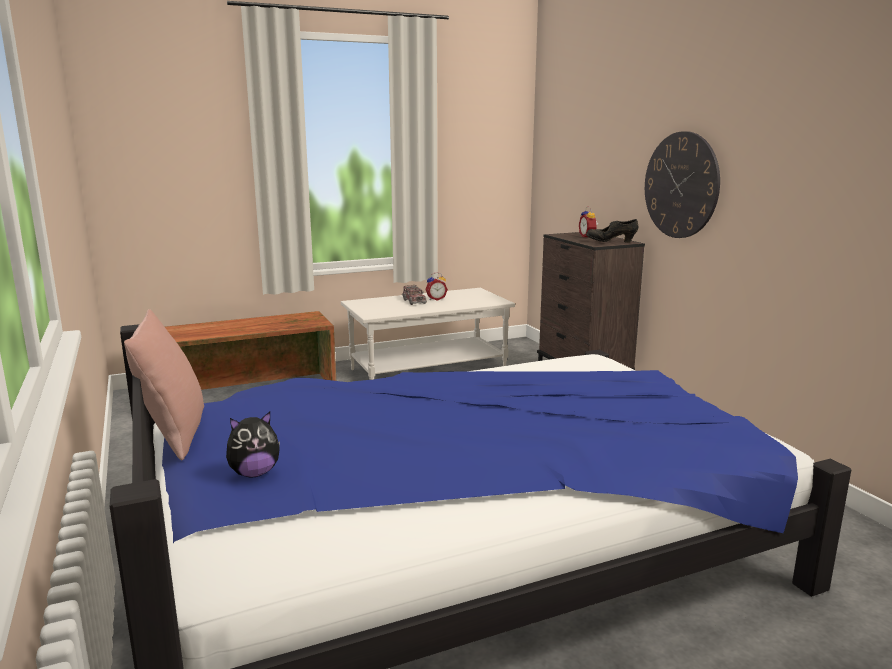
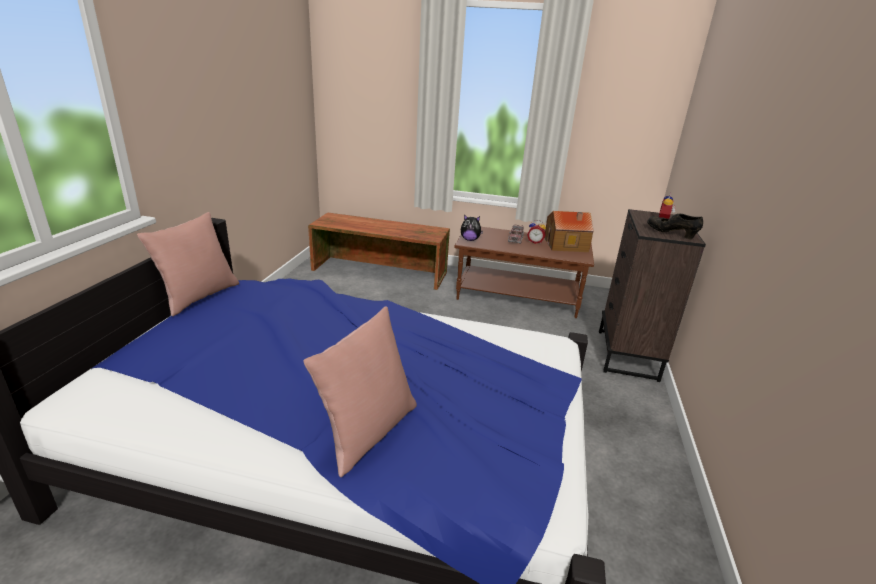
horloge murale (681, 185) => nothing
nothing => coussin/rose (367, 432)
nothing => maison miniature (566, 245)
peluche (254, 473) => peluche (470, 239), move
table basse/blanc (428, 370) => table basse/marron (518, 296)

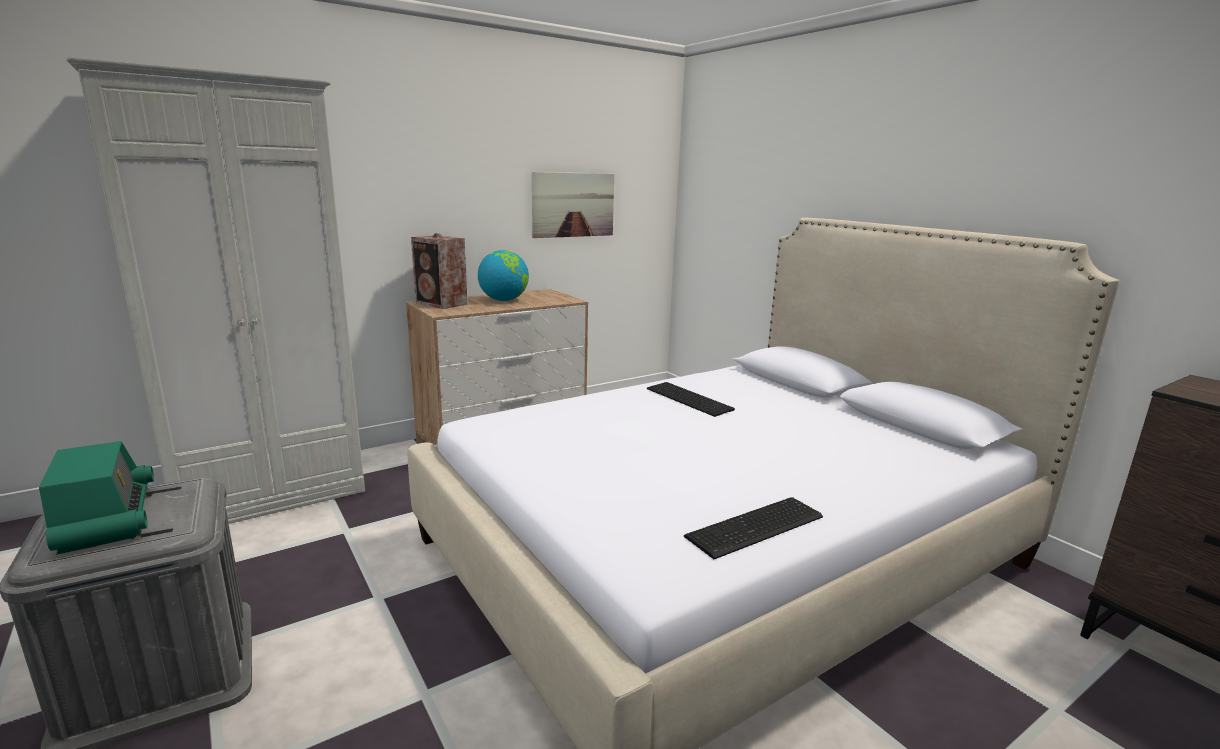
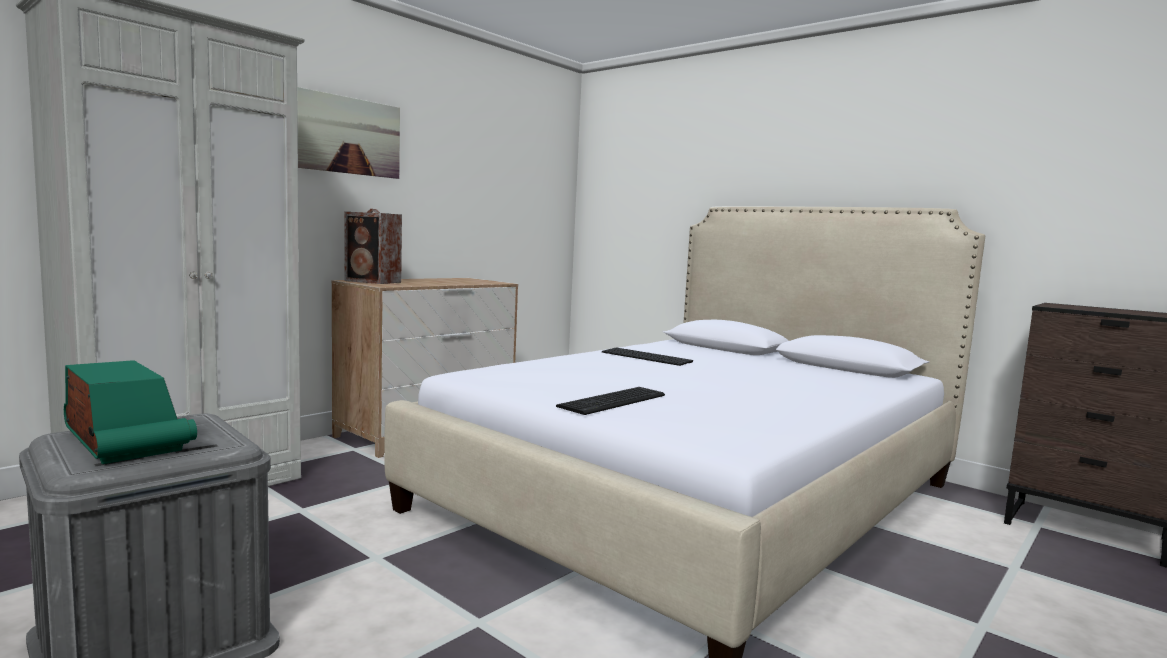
globe (504, 300) => nothing
tableau (573, 205) => tableau (350, 136), move
clavier (758, 527) => clavier (615, 401), move

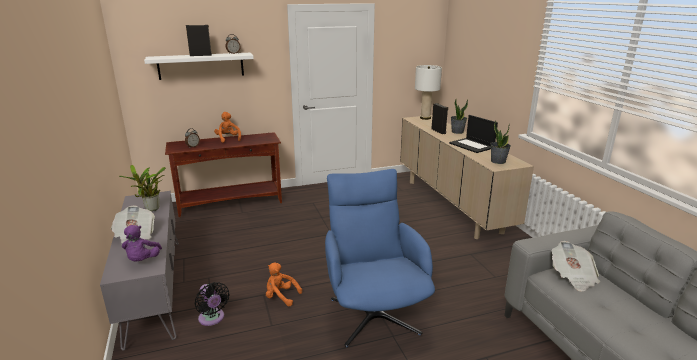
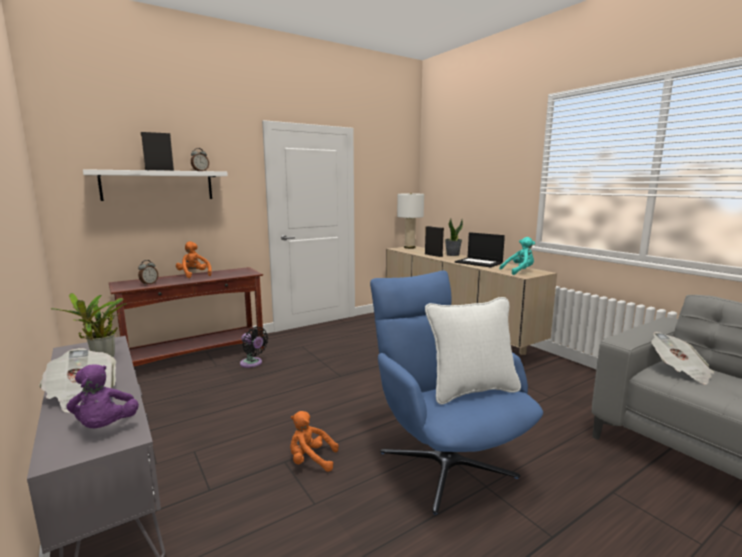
nothing => coussin/blanc (471, 390)
ventilateur/noir (212, 319) => ventilateur/noir (252, 363), move
plante en pot (498, 161) => peluche/turquoise (519, 271)

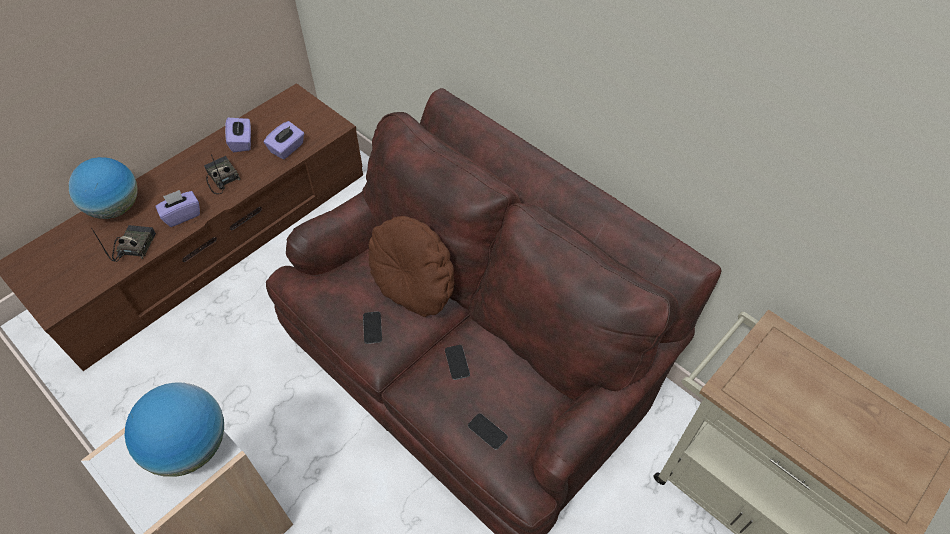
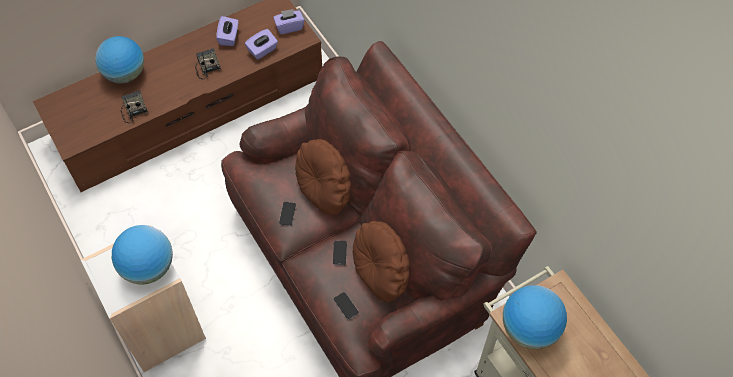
nothing => coussin/marron (380, 276)
nothing => globe (529, 329)
boîte à mouchoirs/violet (182, 215) => boîte à mouchoirs/violet (289, 27), move
radio (134, 246) => radio (133, 109), 45 degrees counterclockwise

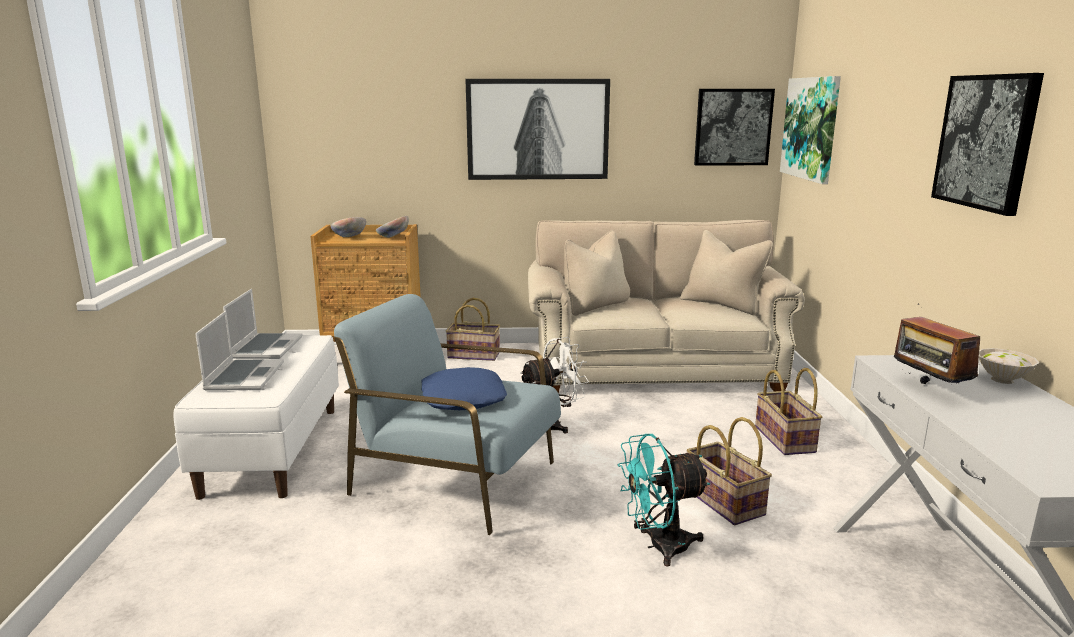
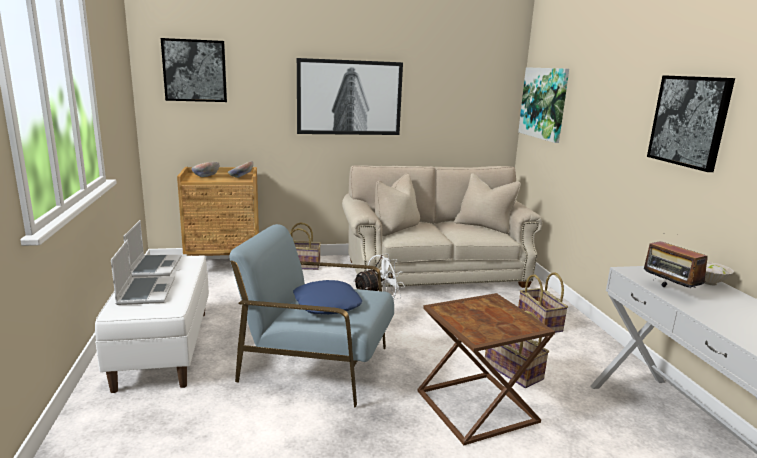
tableau (733, 127) => tableau (195, 70), move
ventilateur/turquoise (659, 546) => table d'appoint/marron (478, 407)

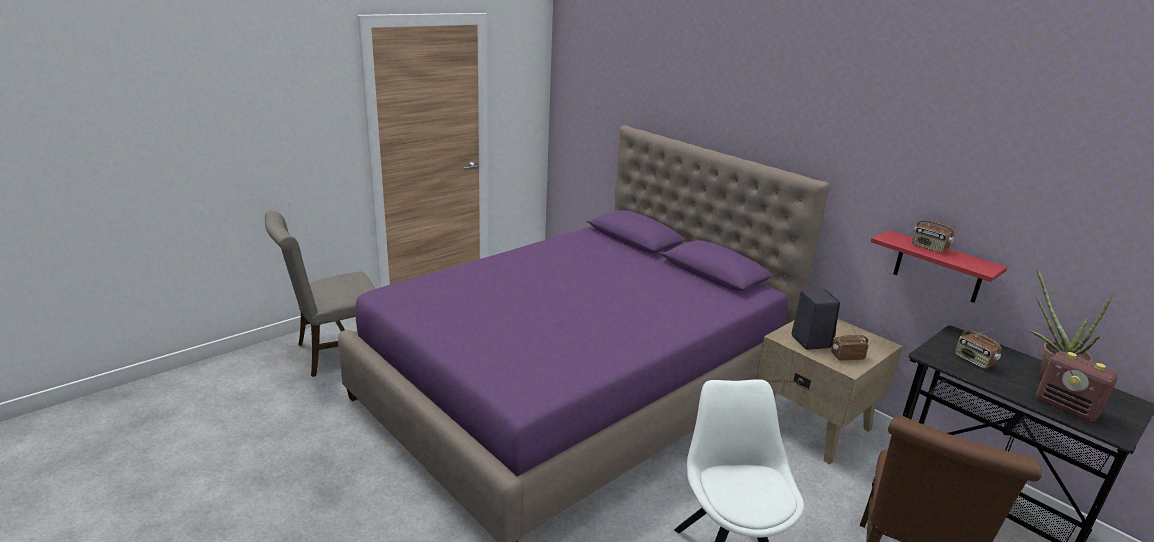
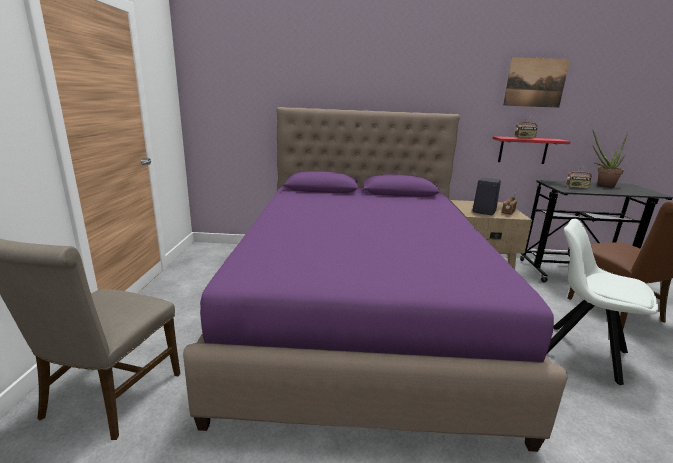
radio (1067, 408) => nothing
nothing => tableau (535, 82)

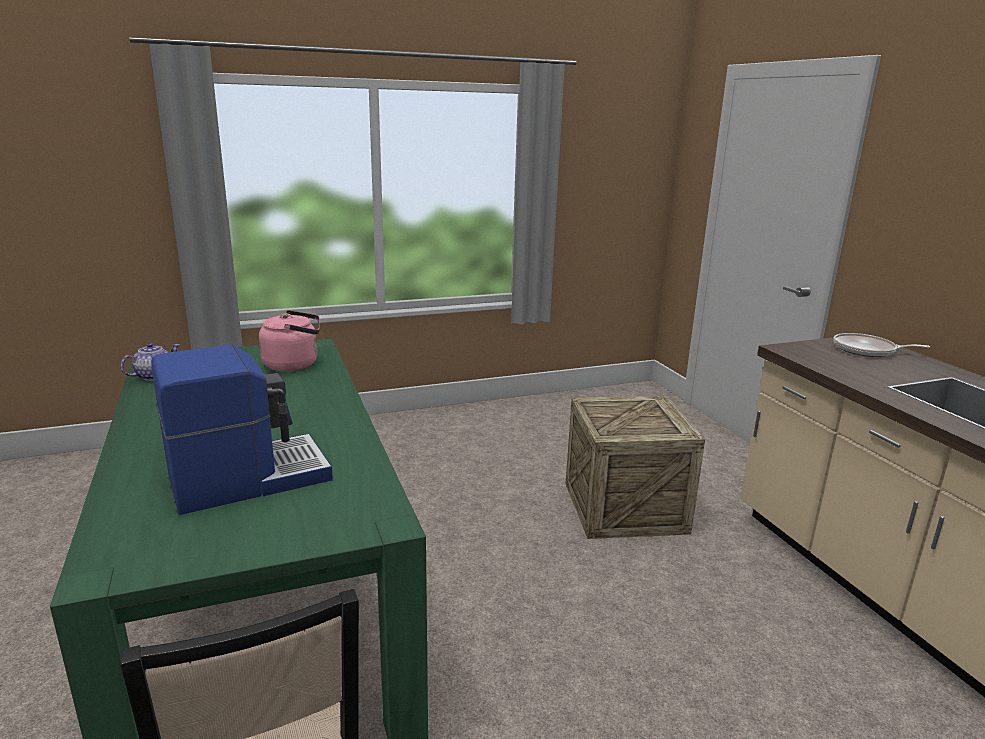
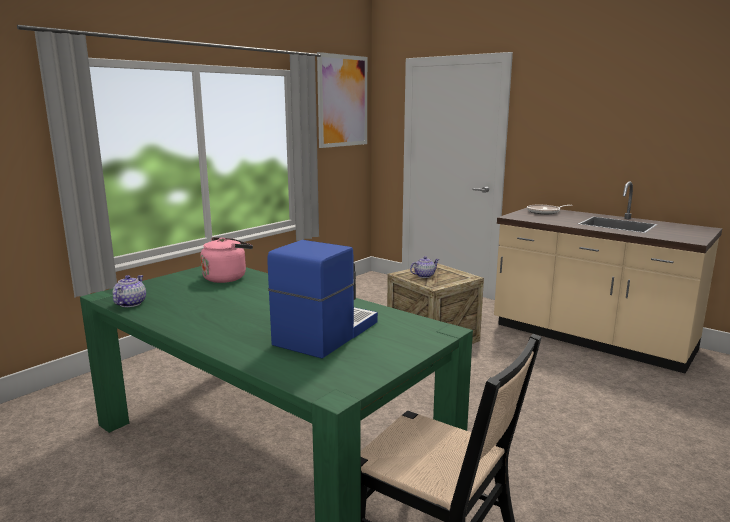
nothing => tableau (342, 101)
nothing => théière (424, 275)

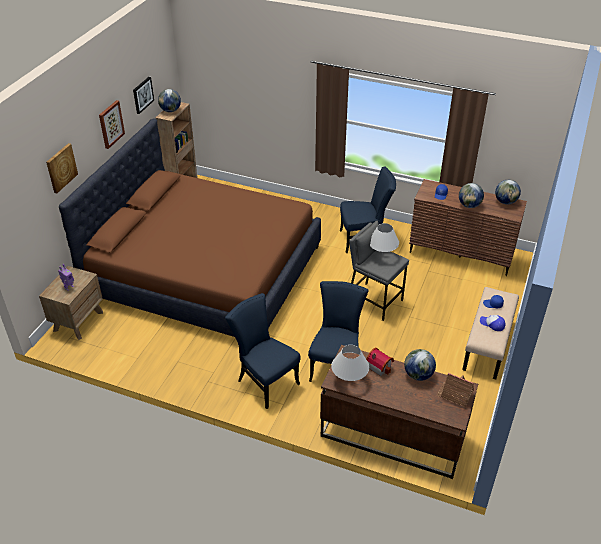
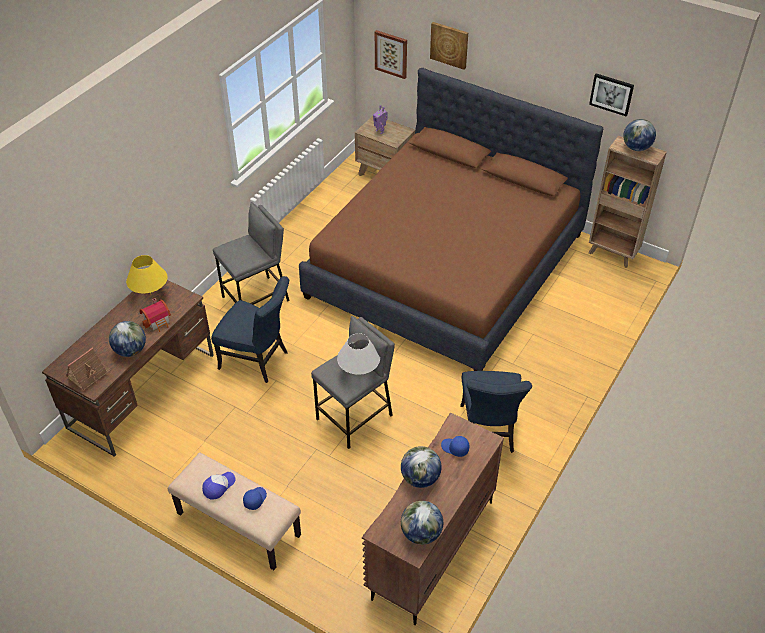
tableau (111, 124) => tableau (391, 54), move
chaise/bleu (265, 381) => tabouret/gris (256, 299)
lampe de table/blanc (349, 380) => lampe de table/jaune (150, 294)

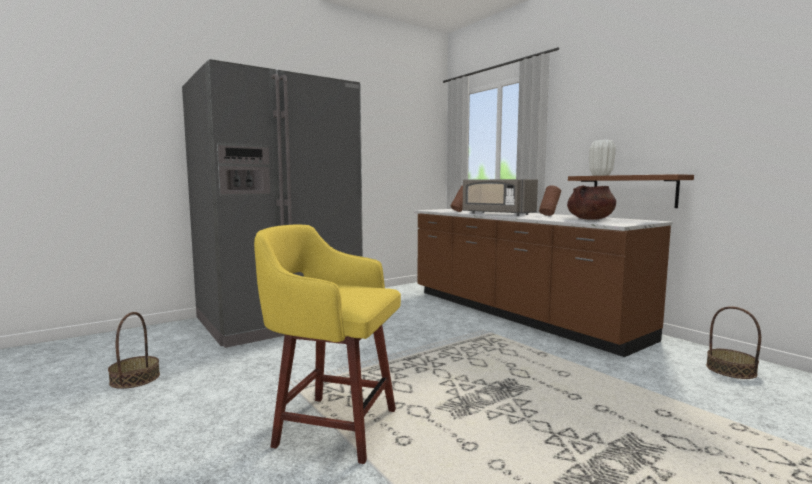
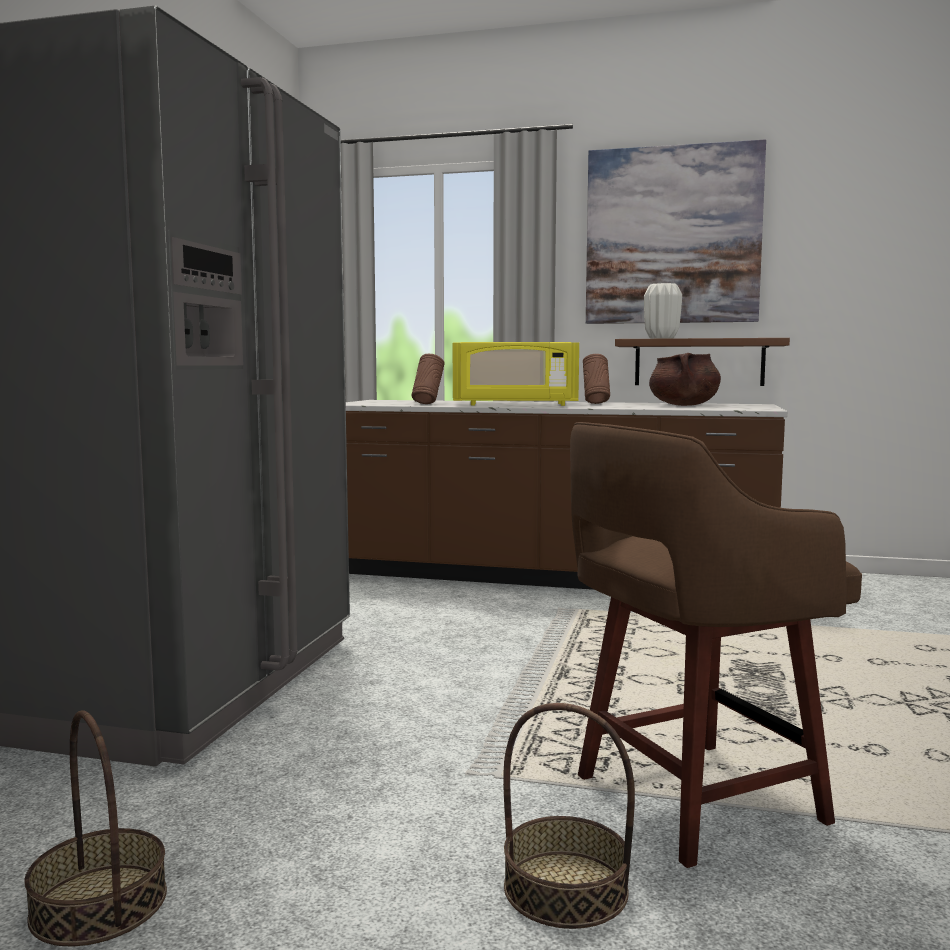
nothing => tableau (672, 235)
panier (731, 370) => panier (566, 888), move
tabouret/jaune (333, 427) => tabouret/marron (691, 801)
micro-ondes/gris (497, 214) => micro-ondes/jaune (515, 404)

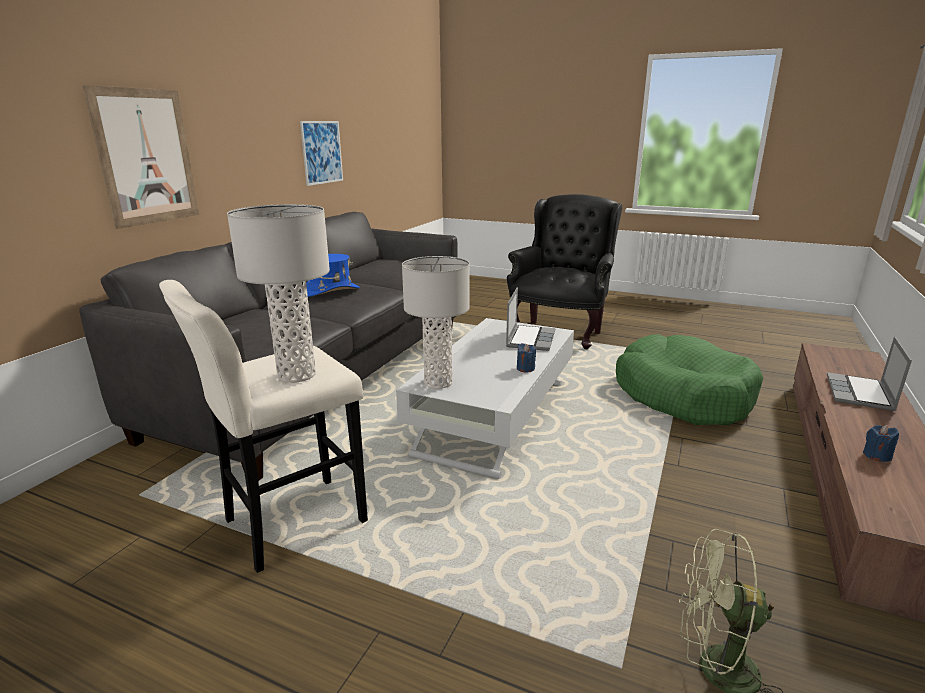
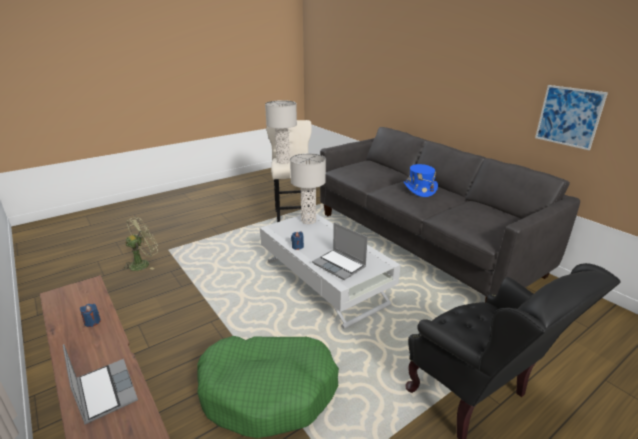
tableau (146, 157) => nothing

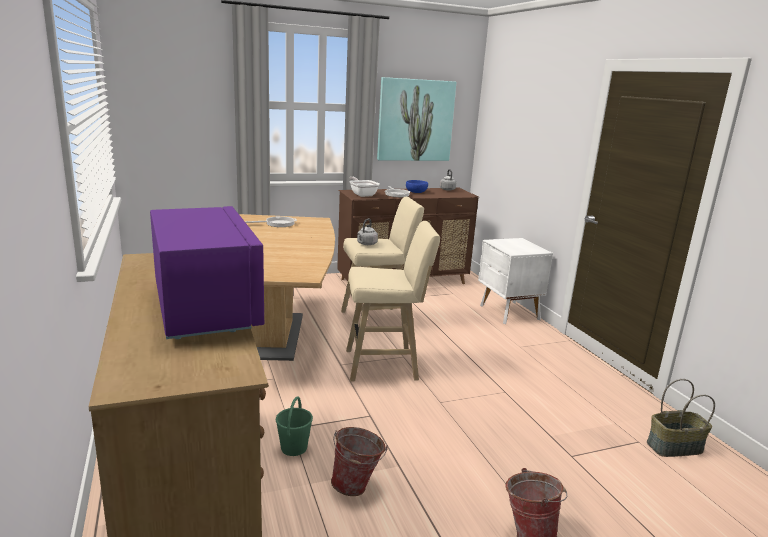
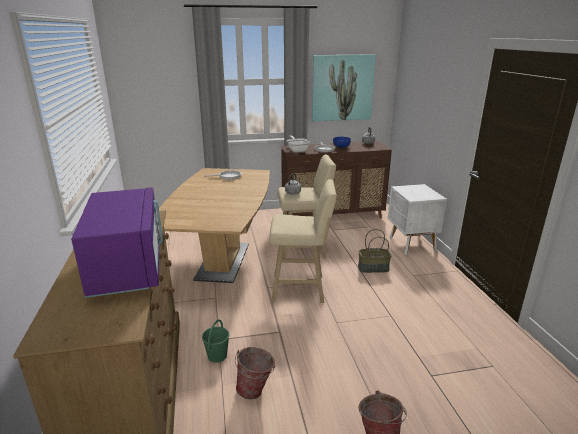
panier (674, 448) => panier (373, 268), move

